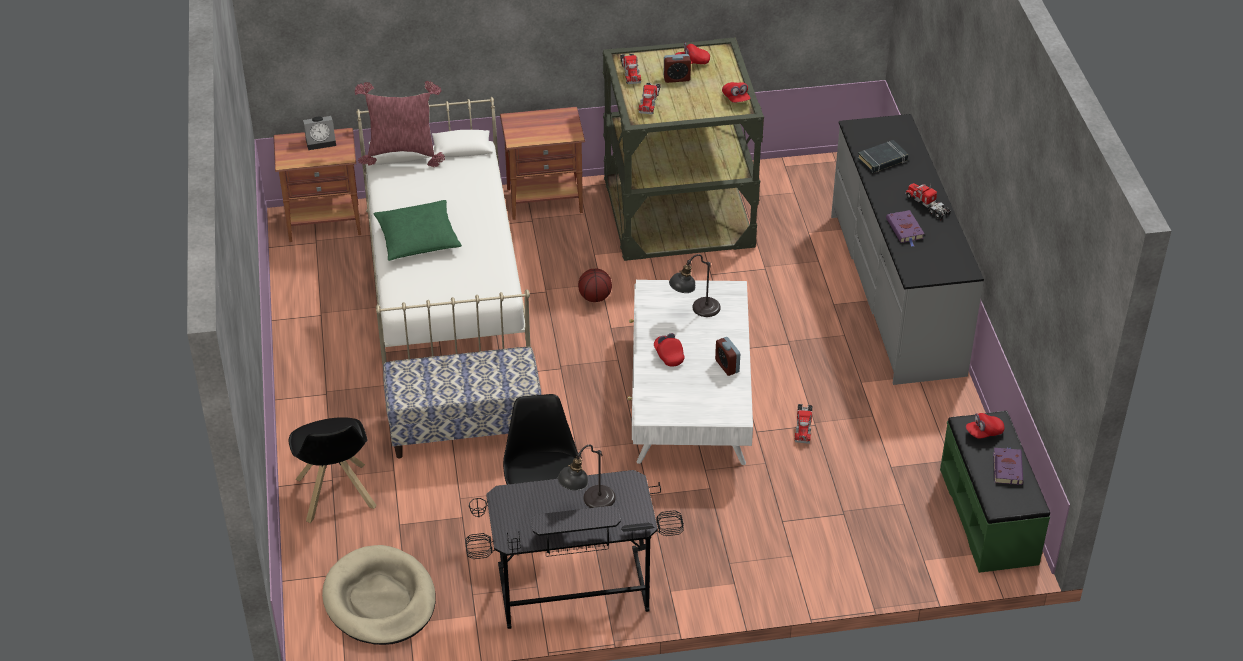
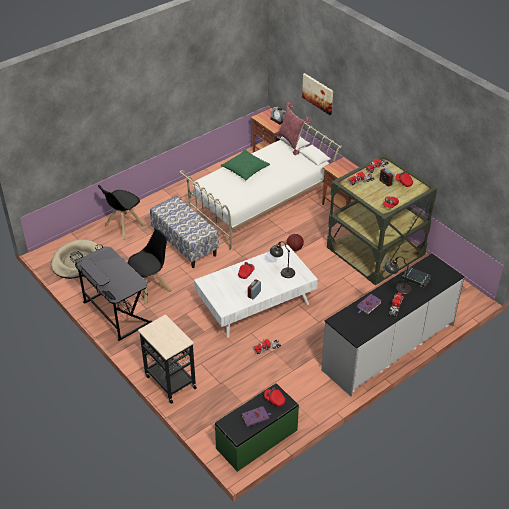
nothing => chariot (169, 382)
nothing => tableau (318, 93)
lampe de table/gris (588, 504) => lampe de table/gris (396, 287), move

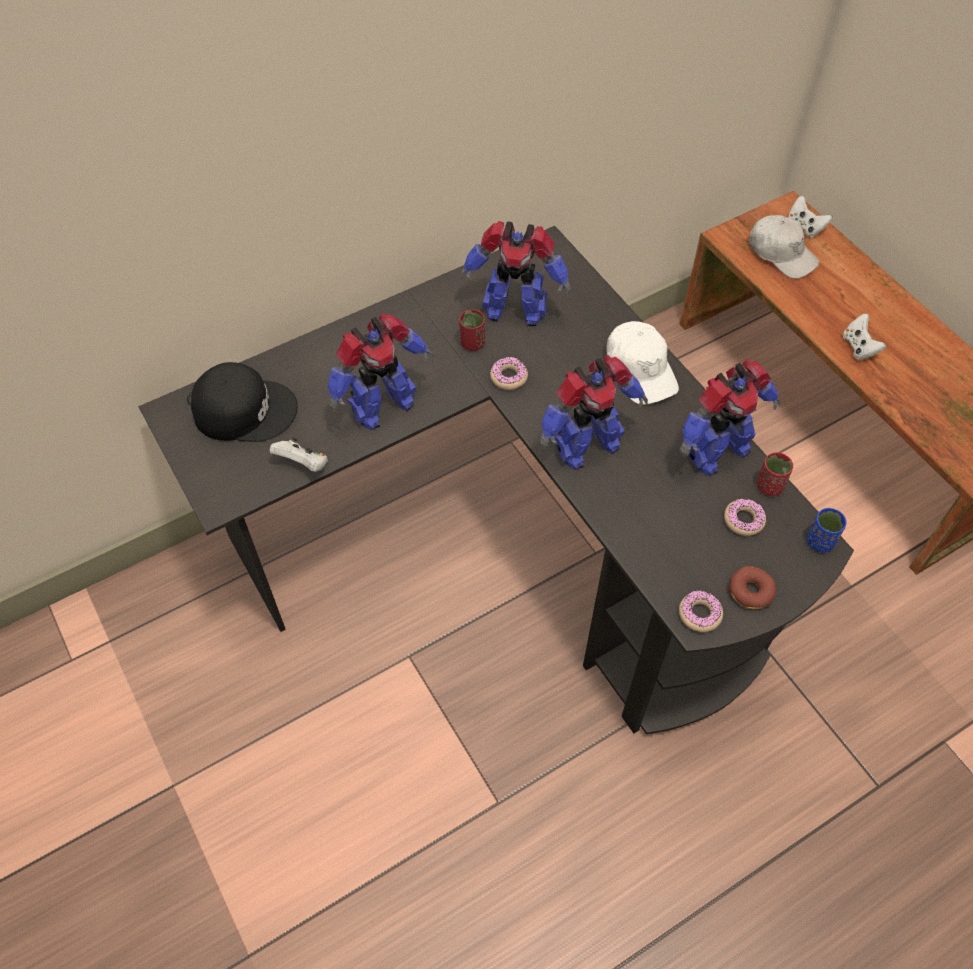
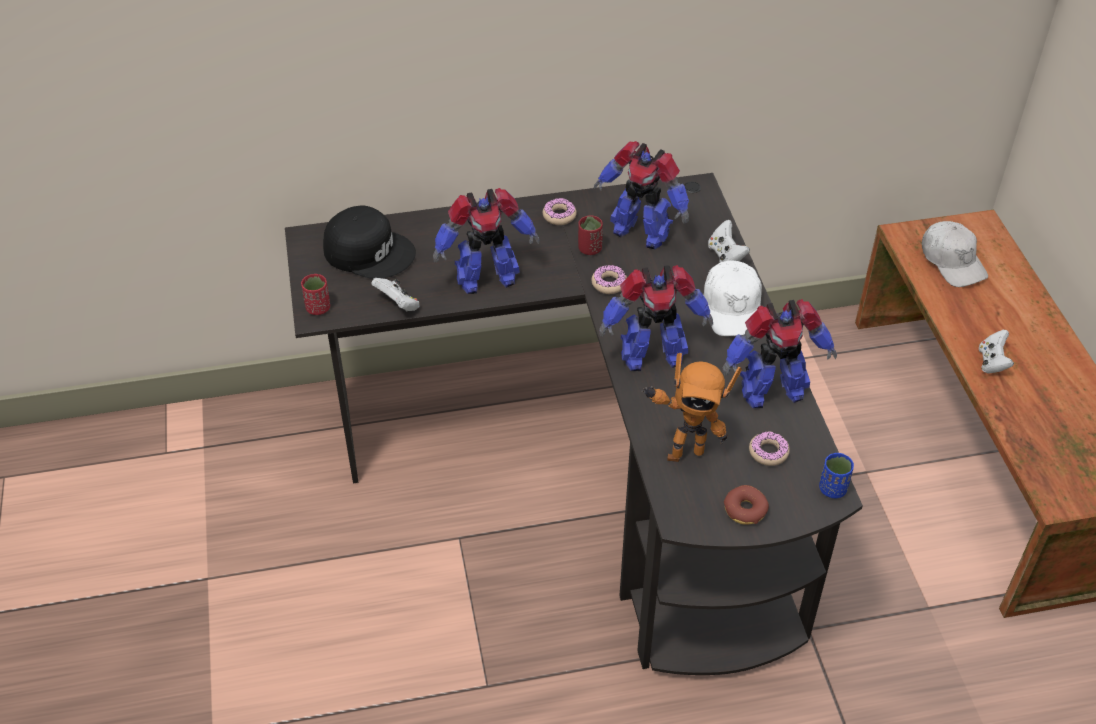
nothing => robot jouet (683, 451)
beignet (699, 614) => beignet (559, 216), move
tasse/rouge (769, 486) => tasse/rouge (318, 308), move
manette/blanc (804, 227) => manette/blanc (726, 255), move

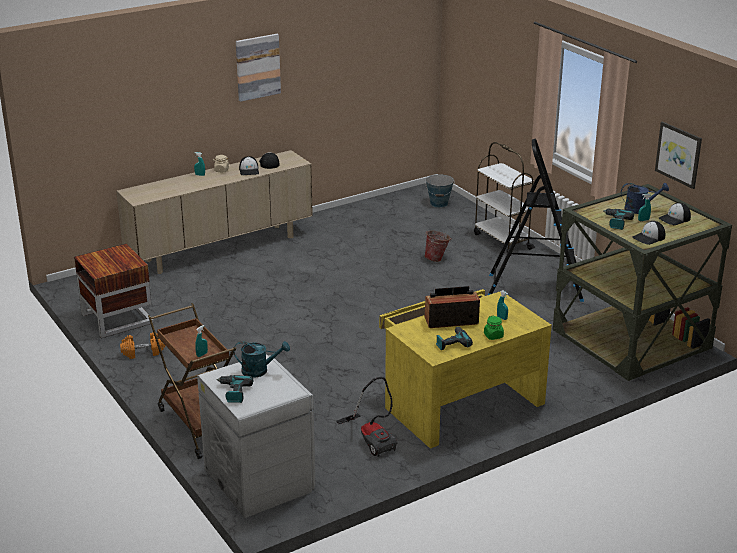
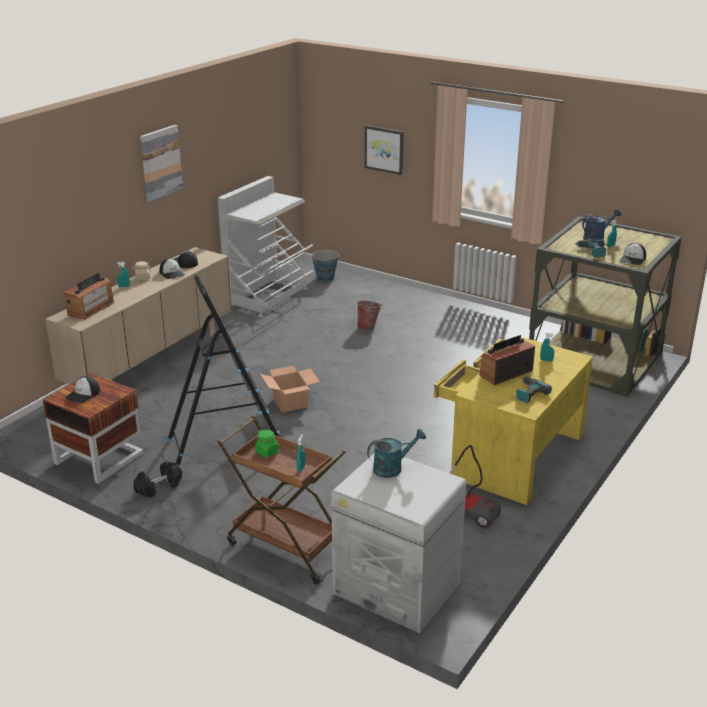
perceuse (233, 392) => nothing
chariot/blanc (502, 241) => nothing
nothing => radio (91, 308)
nothing => étagère à chaussures/blanc (270, 298)
nothing => carton (289, 402)
bocal/vert (493, 336) => bocal/vert (267, 452), move
escabeau/noir (536, 288) => escabeau/noir (226, 444), move
tableau (679, 154) => tableau (384, 149), move
casquette (675, 219) => casquette (83, 394), move
haltère/orange (143, 352) => haltère/noir (158, 487)

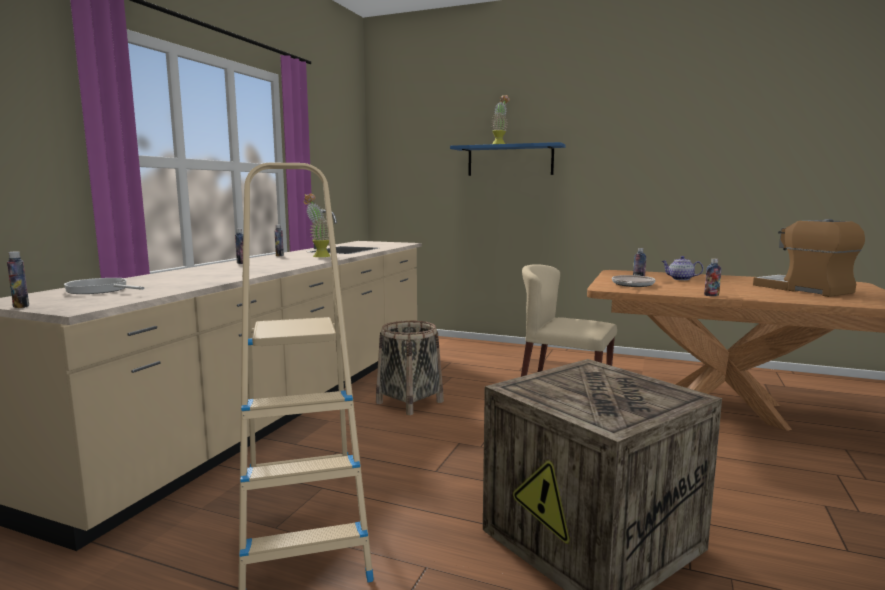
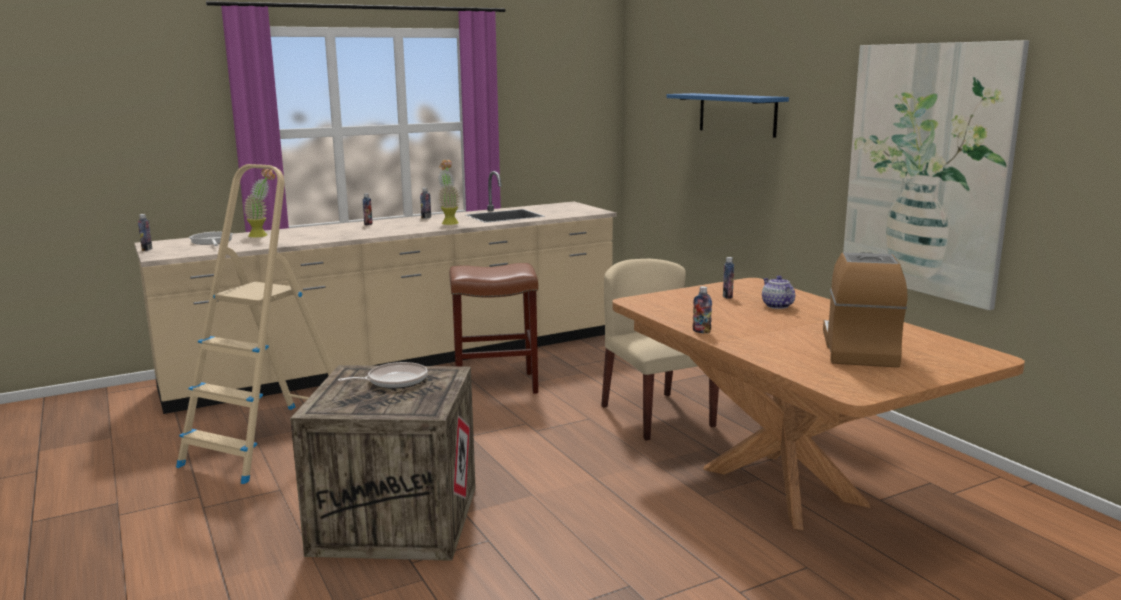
nothing => tableau (926, 170)
plante en pot (500, 144) => plante en pot (263, 235), move
poêle (632, 285) => poêle (394, 381), move
panier (410, 402) => tabouret/marron (497, 384)

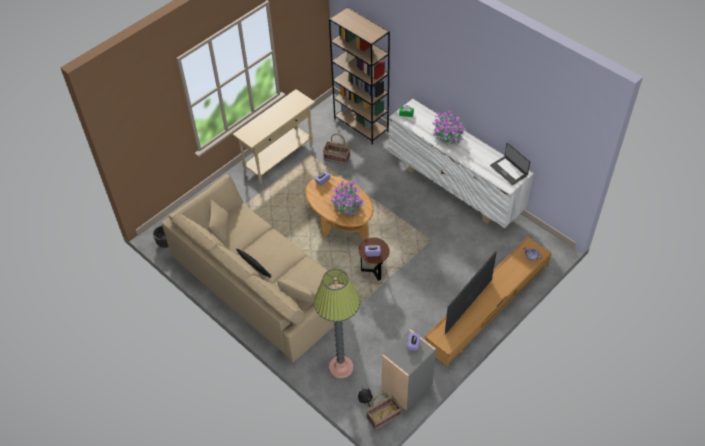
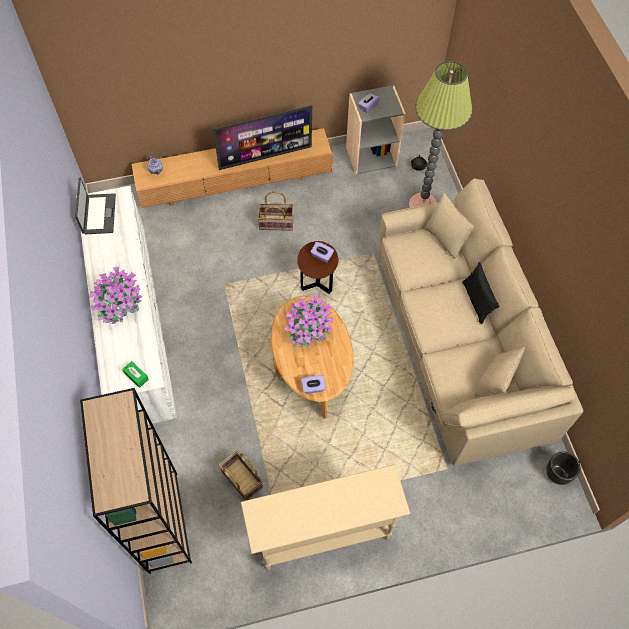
panier (383, 417) => panier (276, 222), move

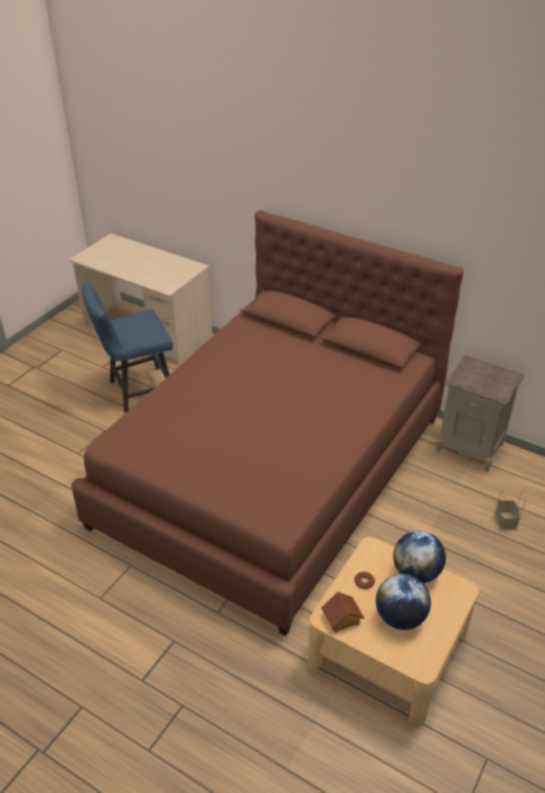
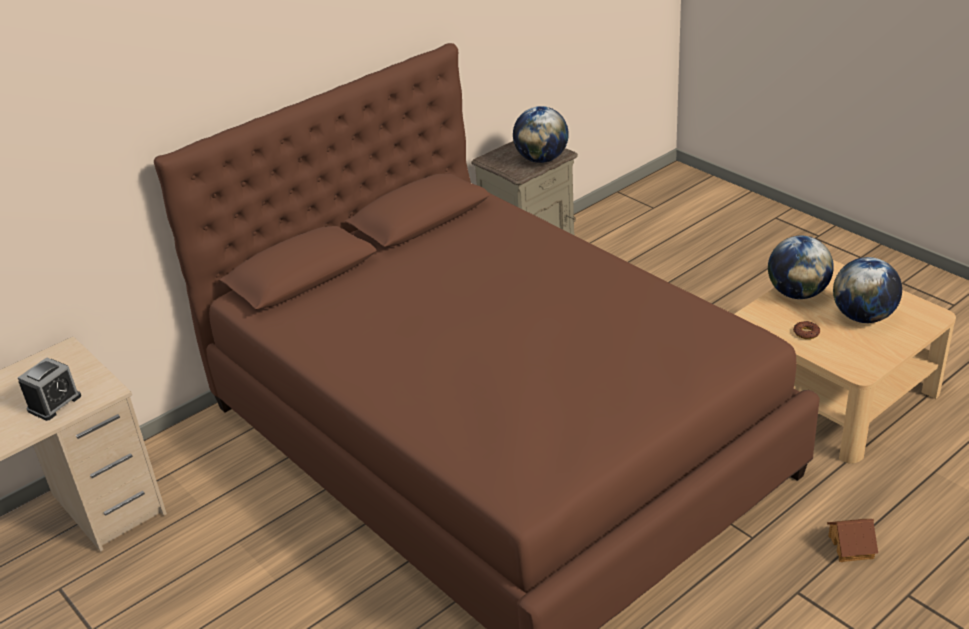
chaise/bleu (137, 391) => nothing
panier (506, 521) => nothing
nothing => réveil (54, 403)
nothing => globe (541, 159)
maison miniature (341, 618) => maison miniature (851, 546), move

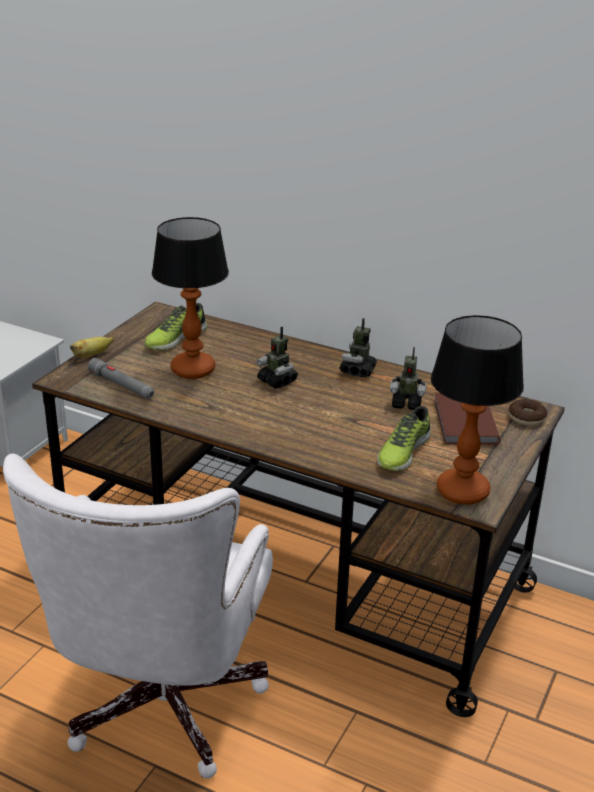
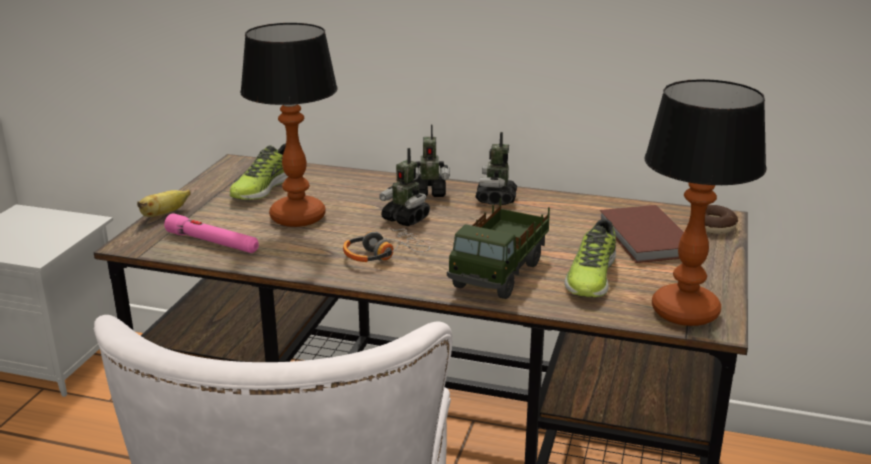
nothing => casque audio (383, 254)
nothing => camion jouet (500, 274)
robot jouet (406, 403) => robot jouet (429, 192), move
lampe de poche/gris (122, 385) => lampe de poche/rose (213, 242)

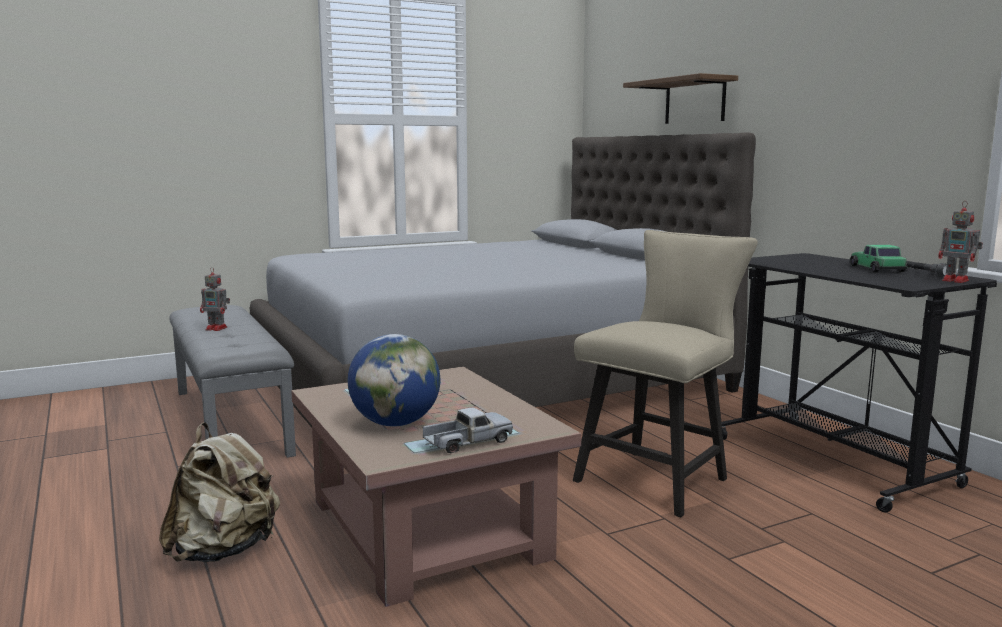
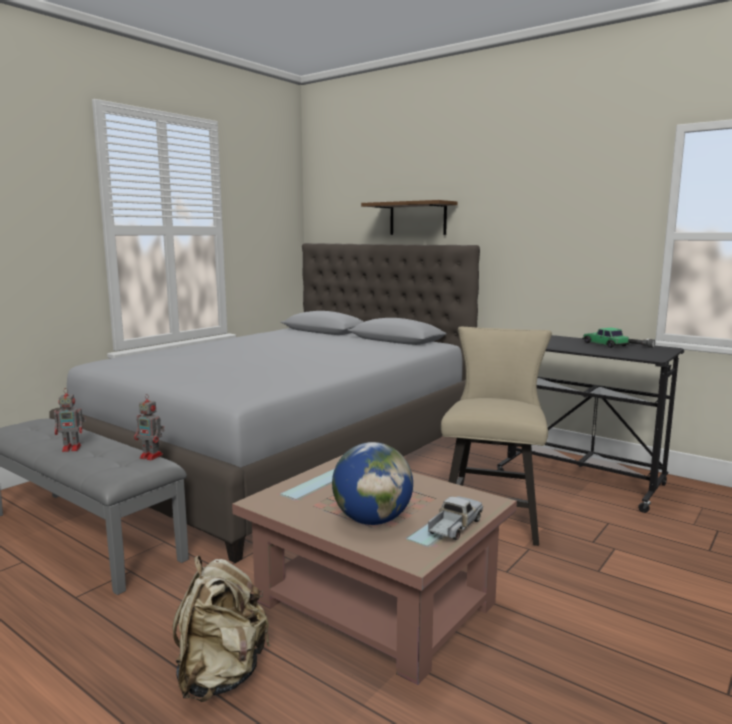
robot jouet (957, 280) => robot jouet (152, 456), move

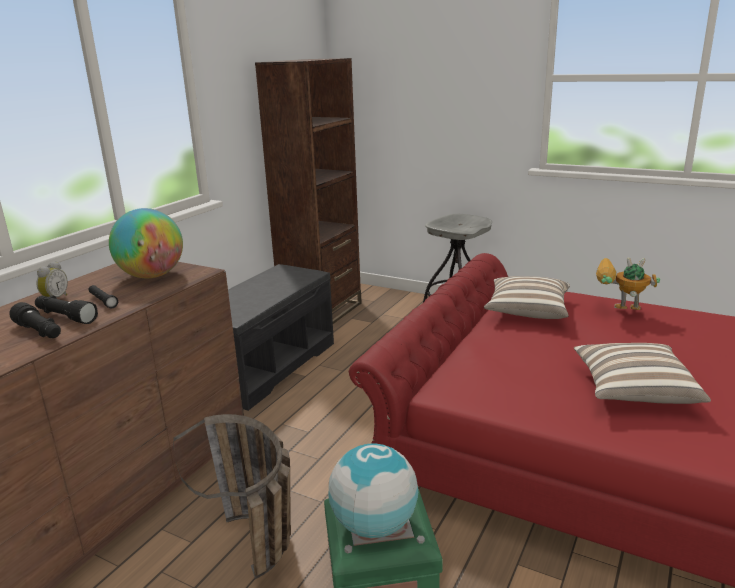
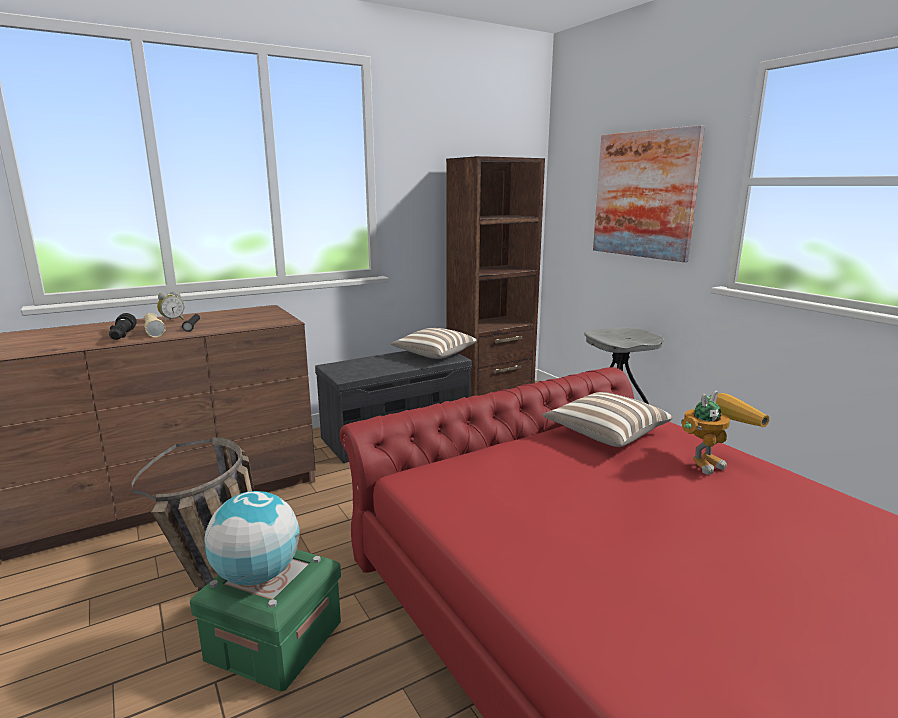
globe (152, 276) => nothing
nothing => tableau (644, 195)
coussin (633, 390) => coussin (433, 355), move
lampe de poche/noir (65, 317) => lampe de poche/beige (153, 331)
robot jouet (617, 312) => robot jouet (711, 461), 105 degrees clockwise

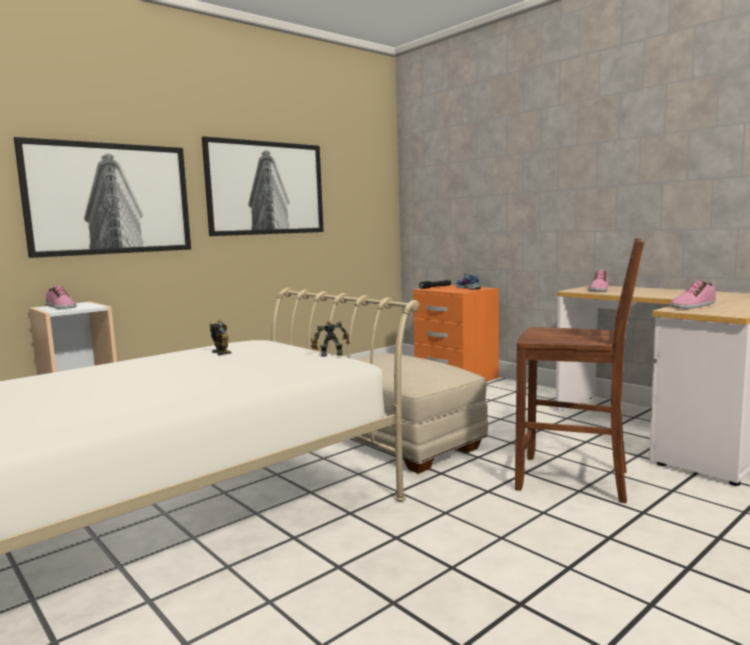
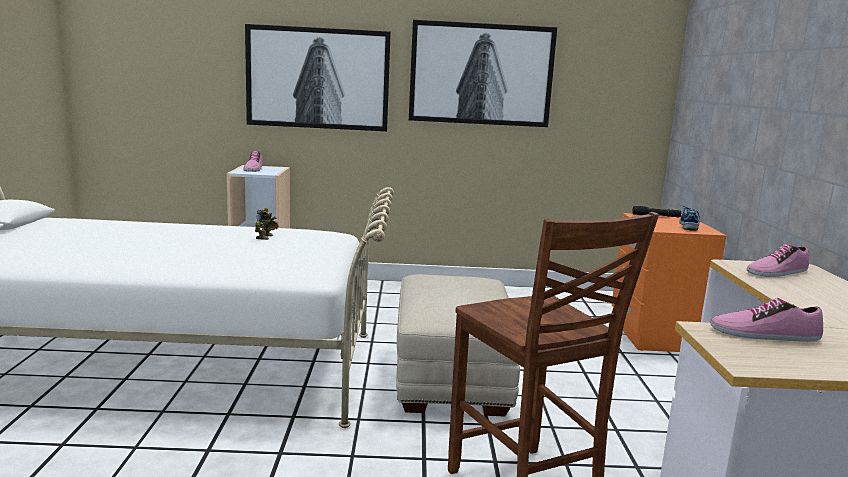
robot jouet (330, 354) => nothing

